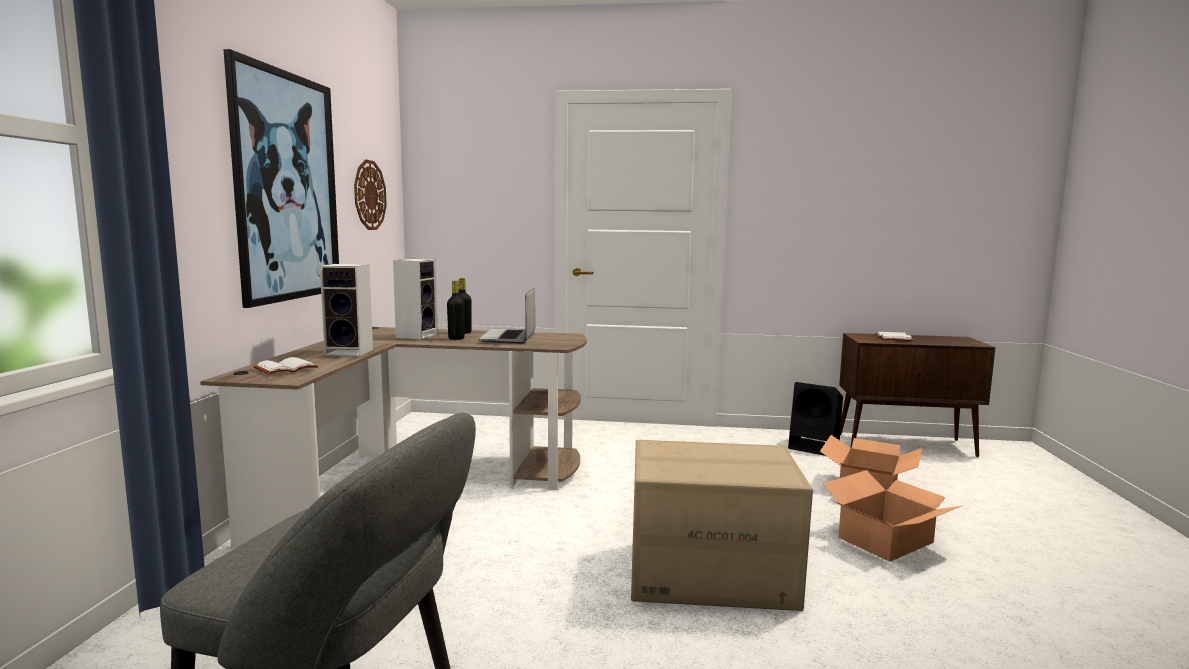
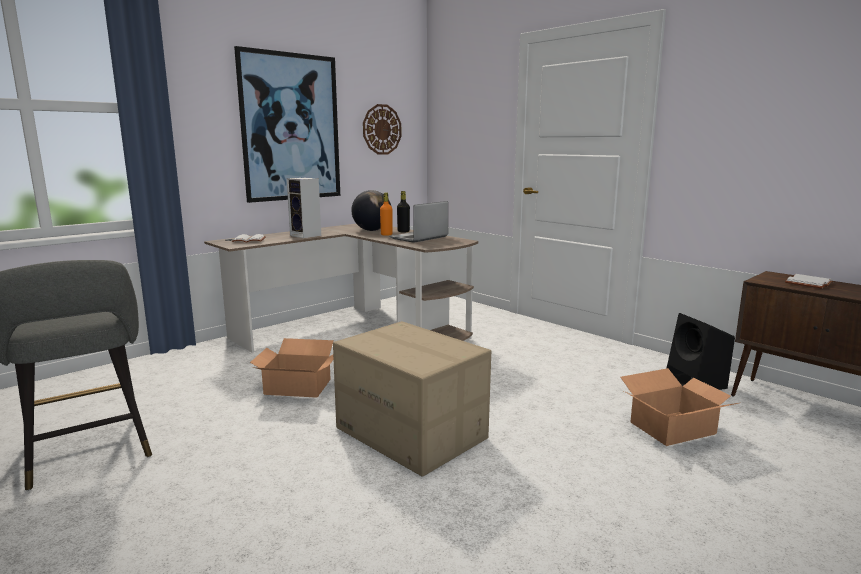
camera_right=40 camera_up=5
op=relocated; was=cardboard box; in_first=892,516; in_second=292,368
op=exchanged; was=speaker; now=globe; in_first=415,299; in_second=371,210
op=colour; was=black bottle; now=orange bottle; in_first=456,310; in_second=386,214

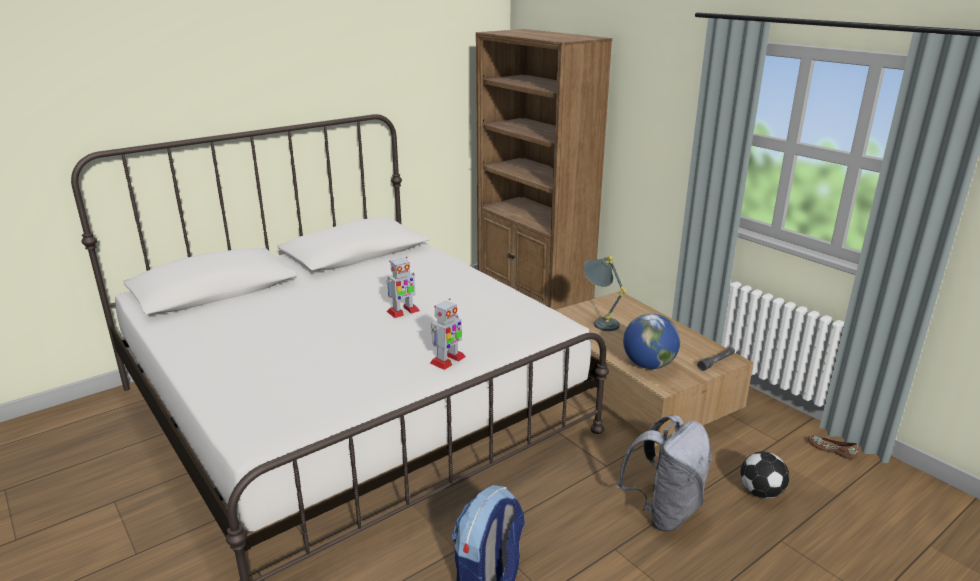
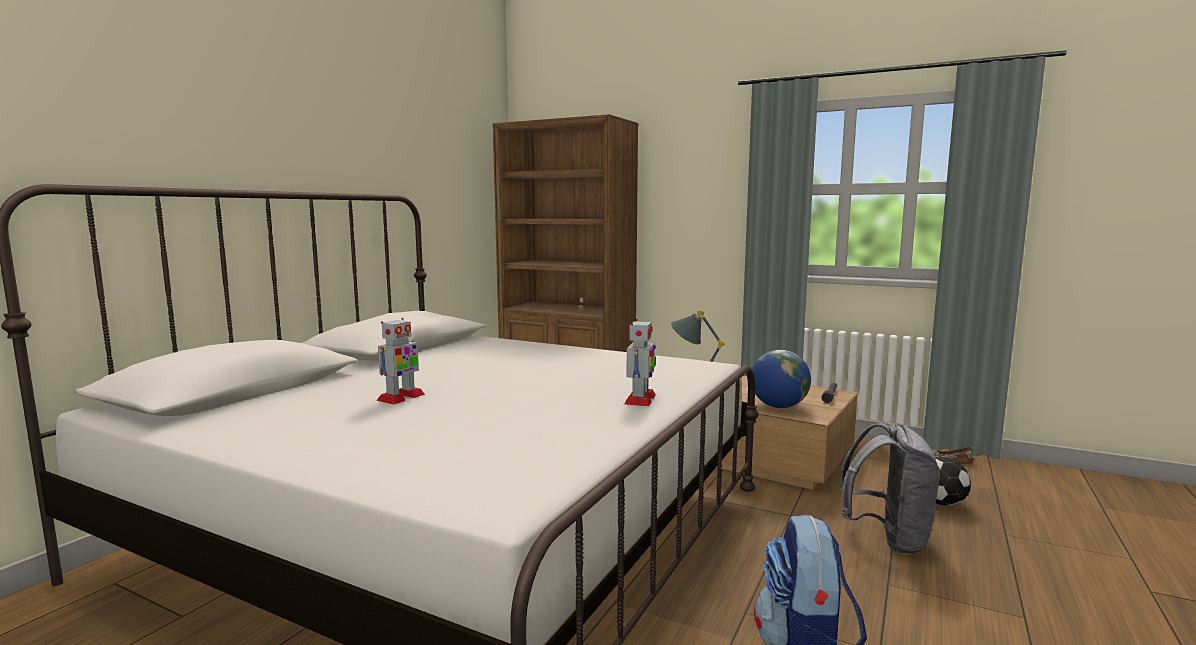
camera_right=-25 camera_up=-15
op=relocated; was=toy robot; in_first=403,287; in_second=400,361

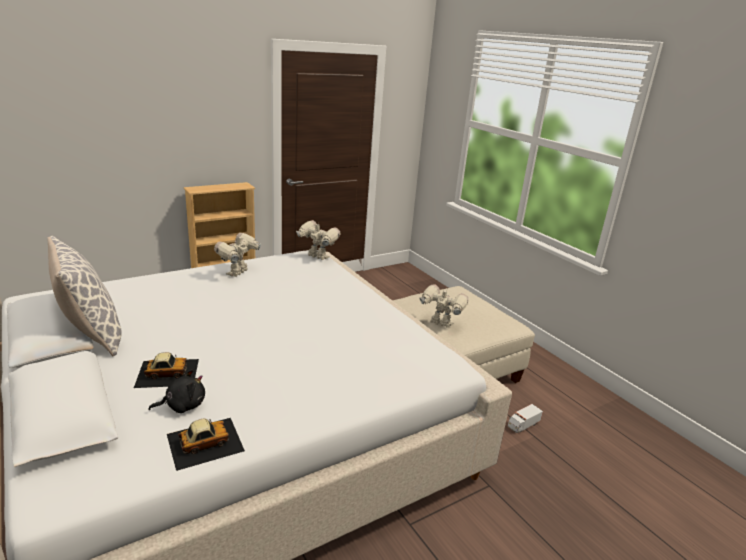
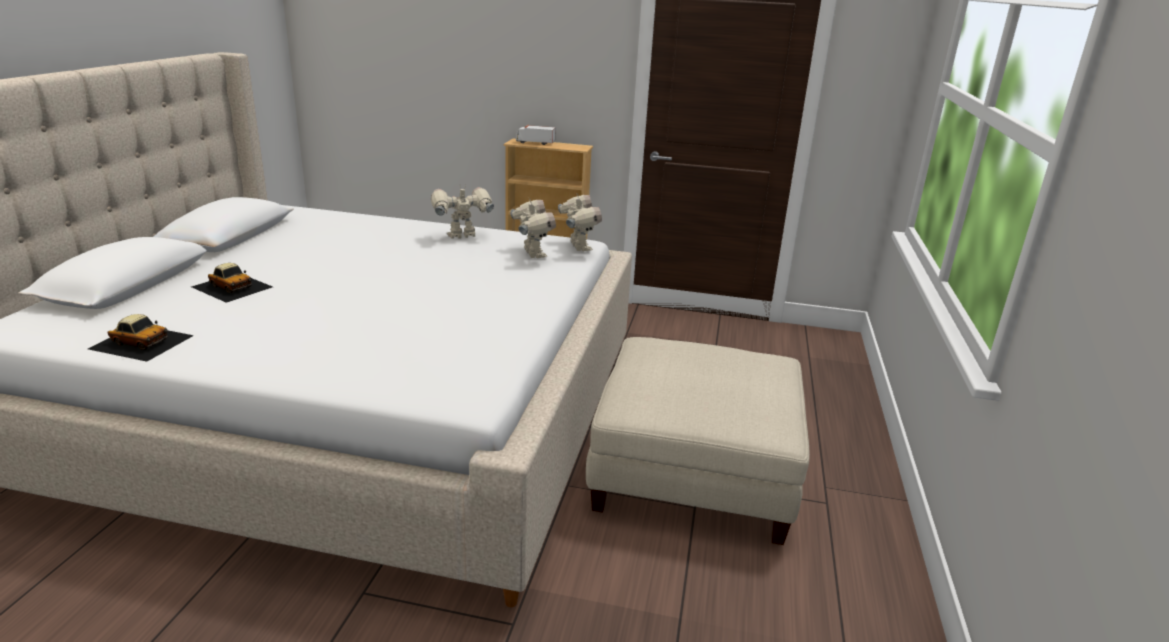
camera_right=45 camera_up=0
op=missing; was=pillow; in_first=84,296
op=missing; was=black plush toy; in_first=176,391
op=relocated; was=toy robot; in_first=443,306; in_second=533,228
op=relocated; was=toy truck; in_first=525,418; in_second=536,135

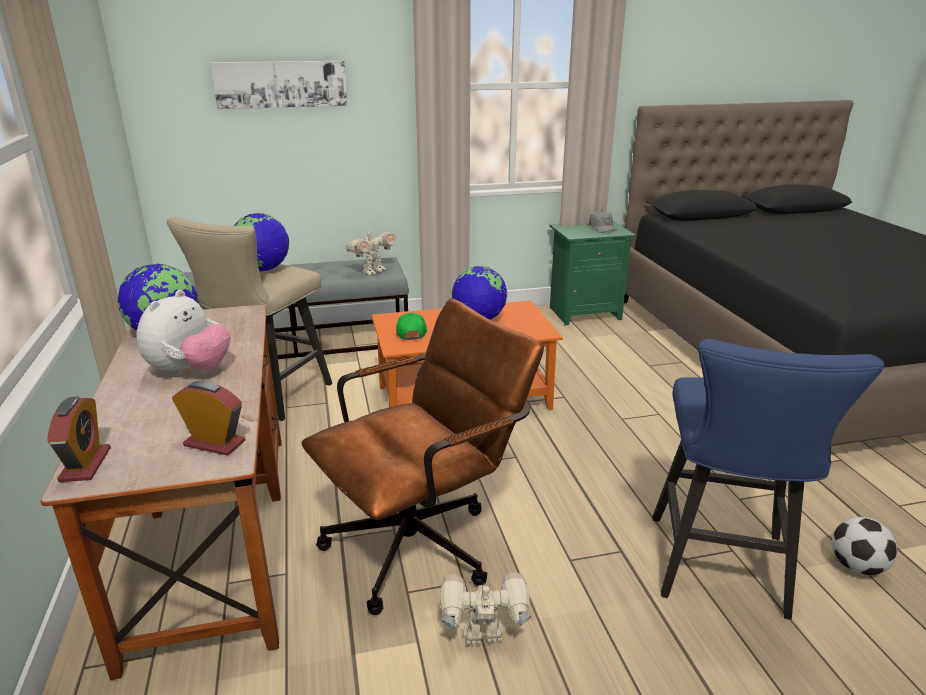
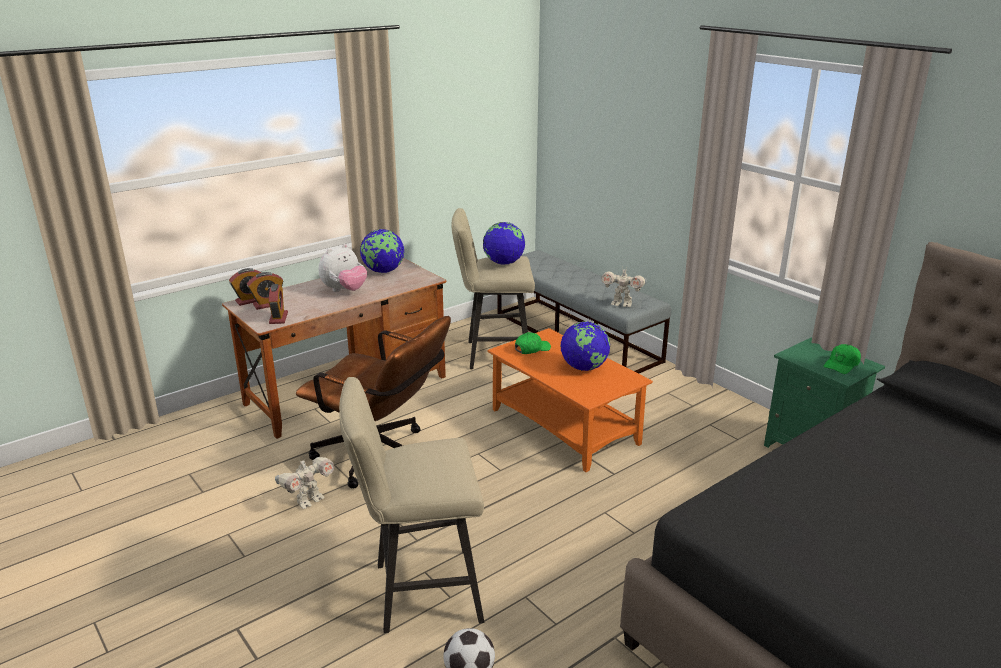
camera_right=65 camera_up=0
op=missing; was=picture; in_first=279,85
op=appeared; now=alarm clock; in_second=265,291
op=colour; was=grey cap; now=green cap; in_first=603,221; in_second=842,359
op=colour; was=blue stool; now=beige stool; in_first=768,479; in_second=411,505
op=spun; was=plush toy; in_first=183,333; in_second=343,268; clockwise=-45
op=spun; was=toy robot; in_first=486,609; in_second=304,482; clockwise=75

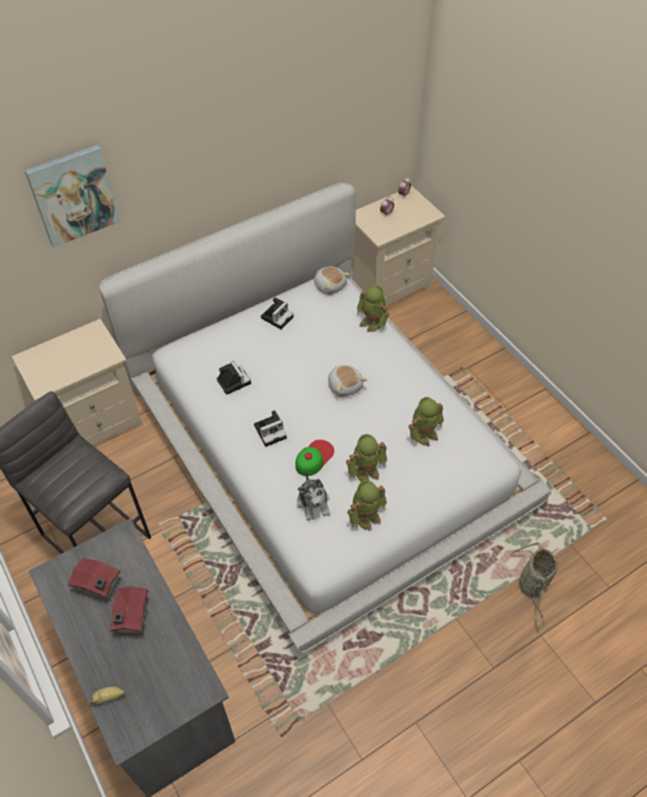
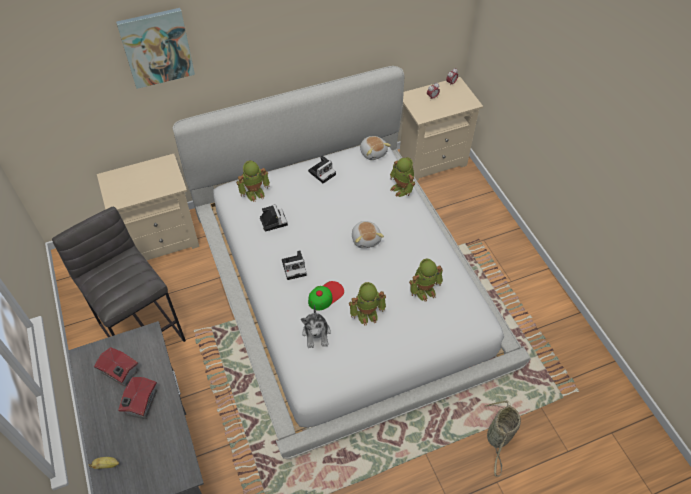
camera_right=10 camera_up=0
op=relocated; was=toy robot; in_first=367,506; in_second=253,181

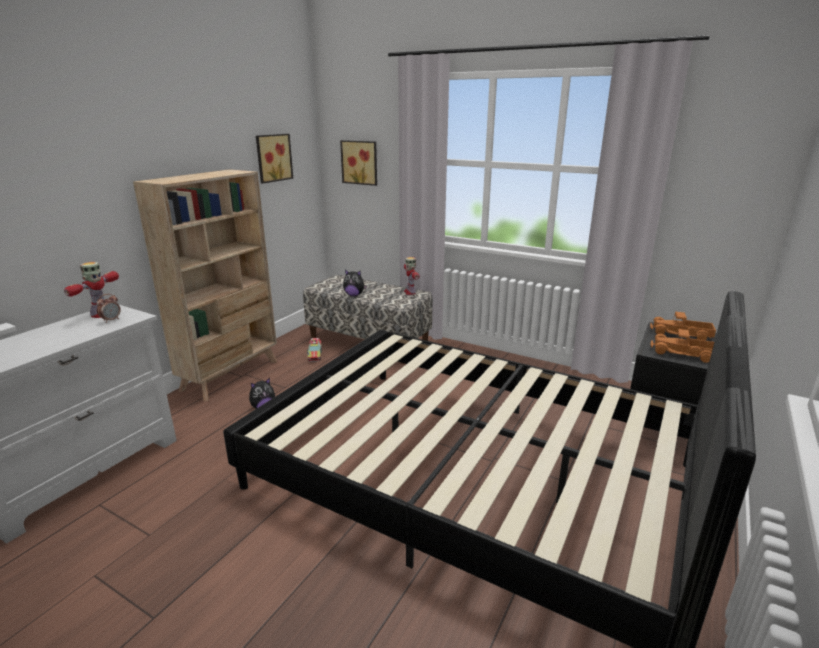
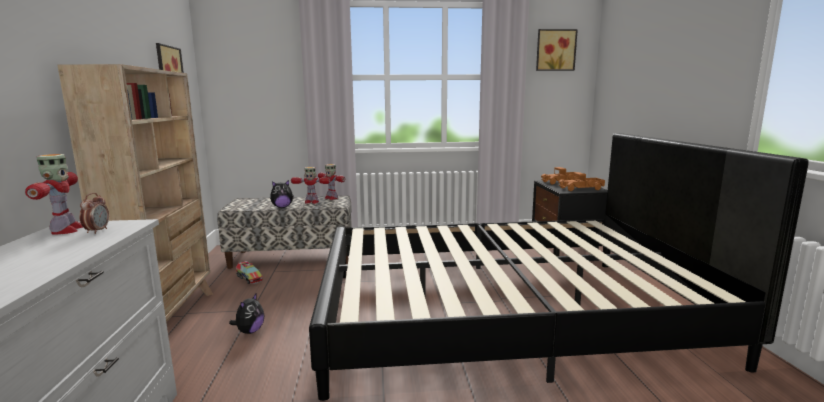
camera_right=-35 camera_up=-10
op=appeared; now=toy robot; in_second=310,185
op=relocated; was=picture; in_first=358,163; in_second=557,50

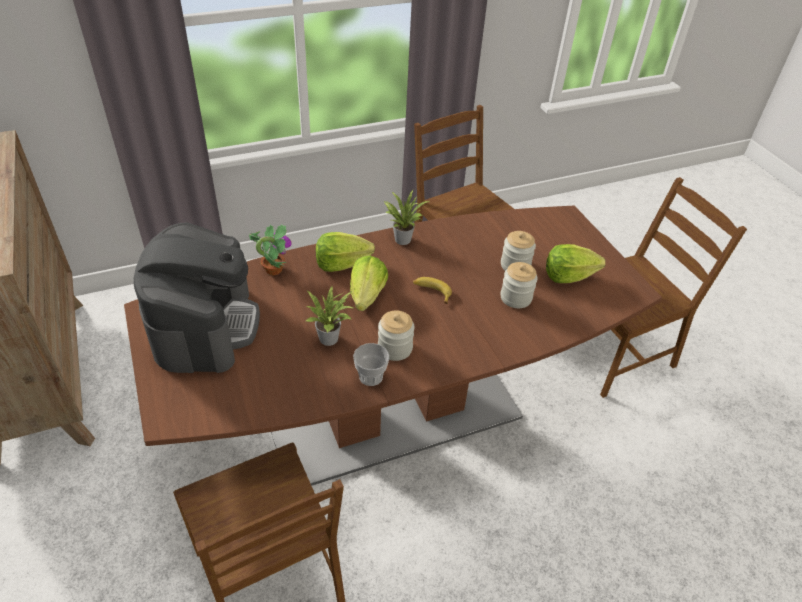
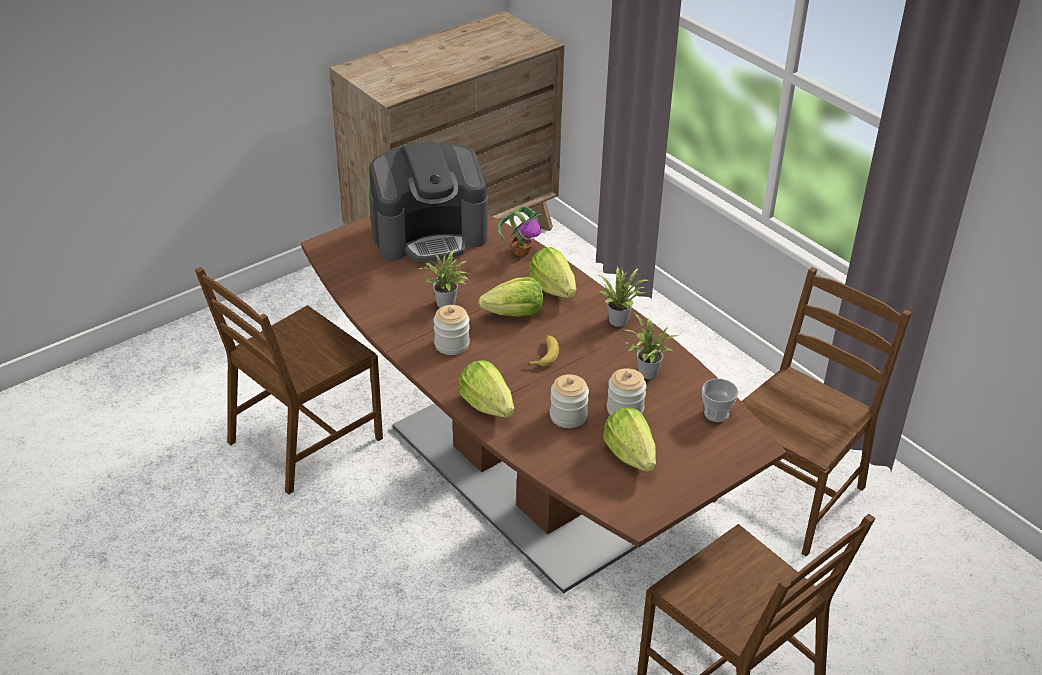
camera_right=75 camera_up=-5
op=appeared; now=lettuce; in_second=486,388
op=appeared; now=potted plant; in_second=651,346
op=relocated; was=cup; in_first=371,364; in_second=720,400

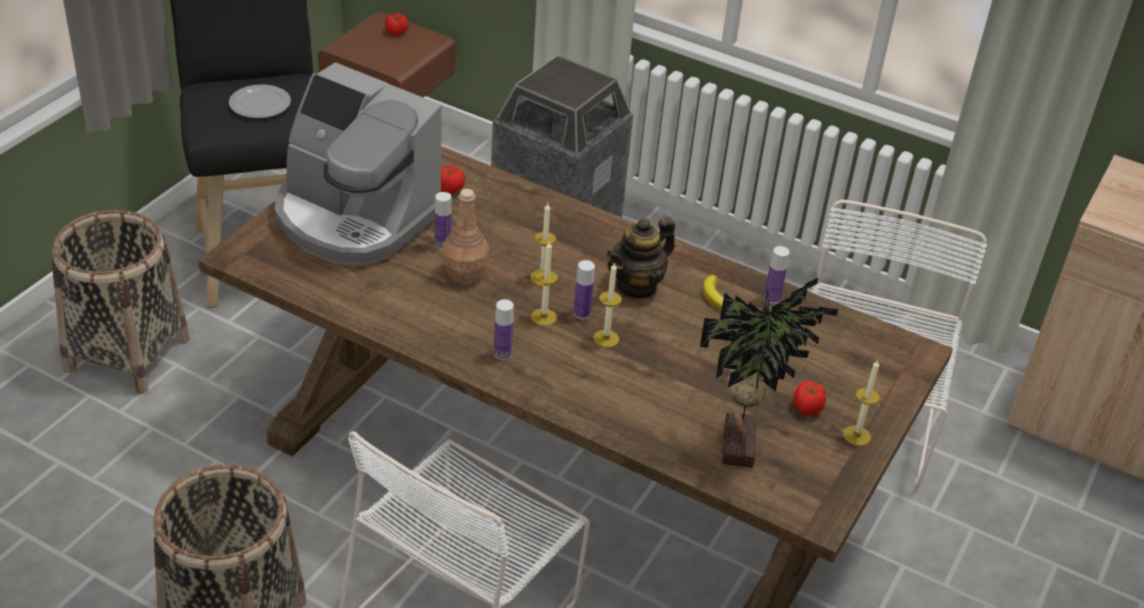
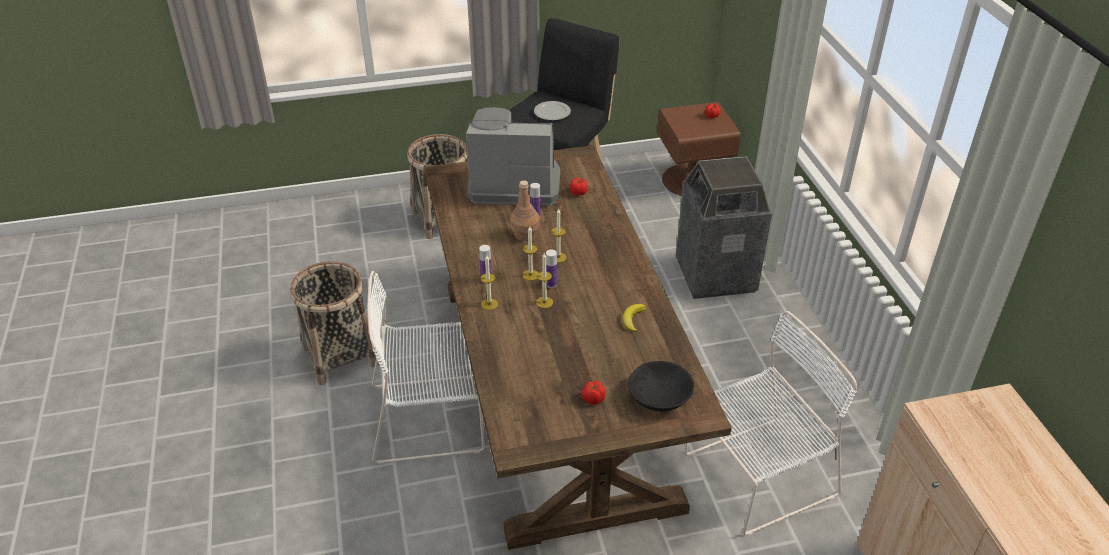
camera_right=50 camera_up=0
op=missing; was=teapot; in_first=640,259
op=missing; was=potted plant; in_first=769,372
op=missing; was=bottle; in_first=777,275
op=appeared; now=black bowl; in_second=661,386
op=relocated; was=candle; in_first=861,403; in_second=489,282
op=spun; was=coffee machine; in_first=358,164; in_second=513,156; clockwise=105

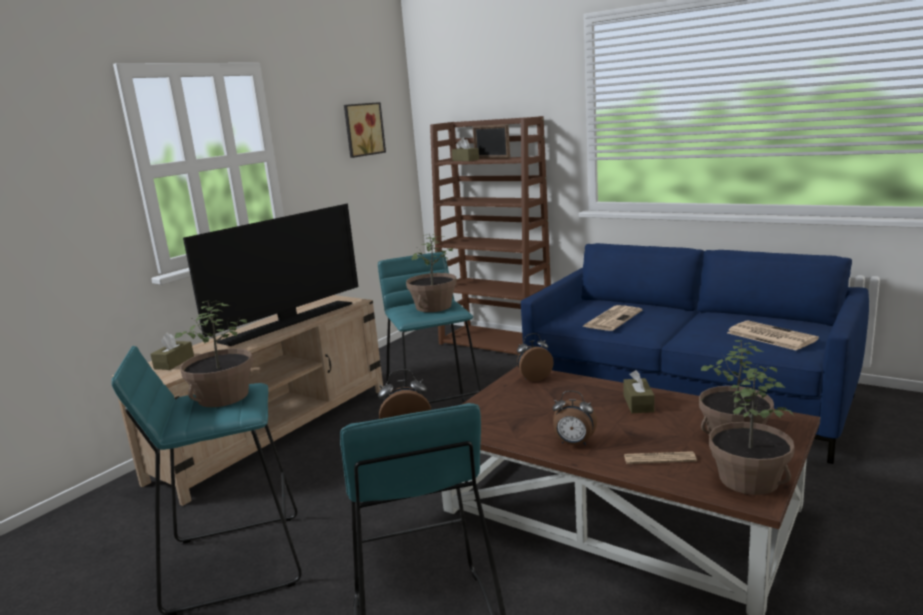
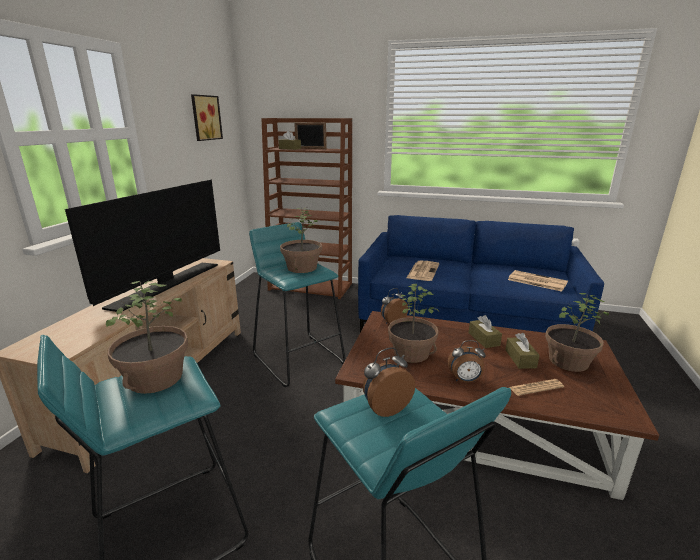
camera_right=-20 camera_up=5
op=relocated; was=brown tissue box; in_first=172,351; in_second=522,351
op=relocated; was=potted plant; in_first=751,431; in_second=413,323

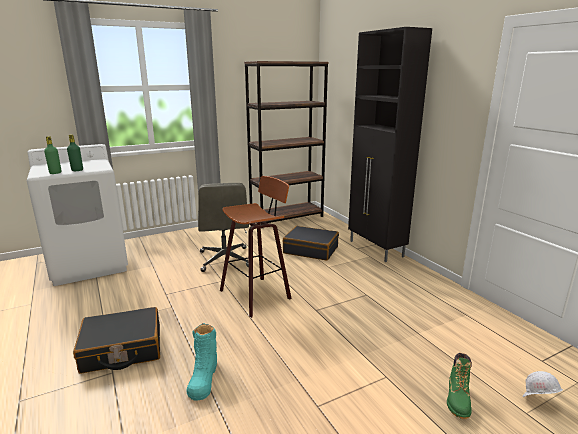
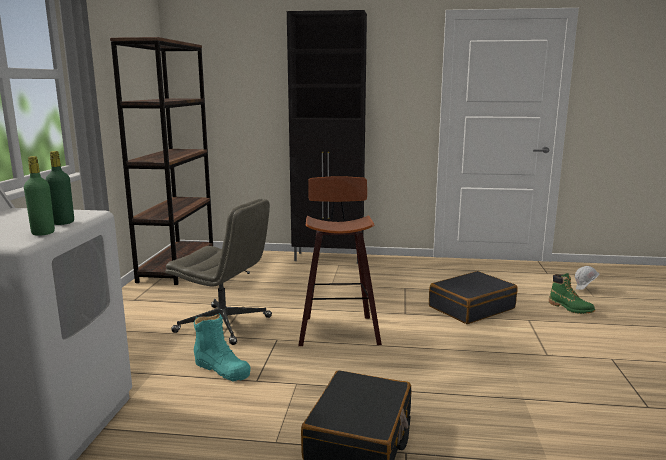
camera_right=-55 camera_up=-5
op=relocated; was=turquoise boot; in_first=202,362; in_second=222,347
op=relocated; was=black suitcase; in_first=311,243; in_second=473,297

